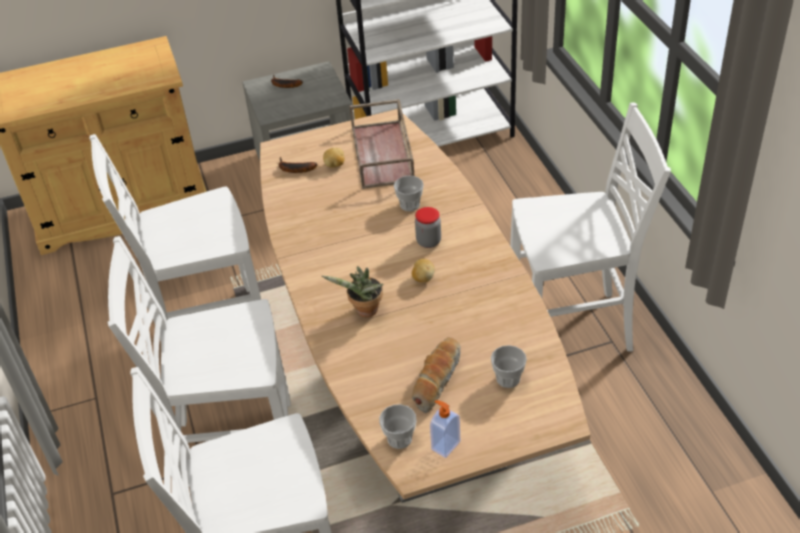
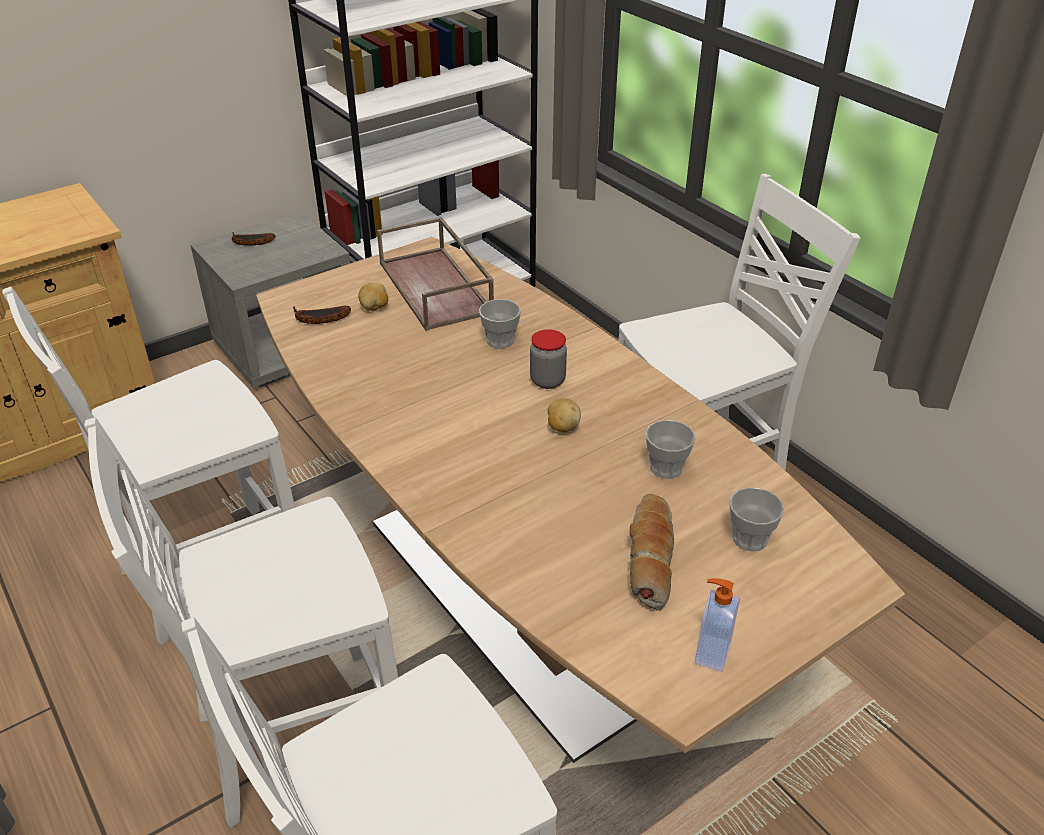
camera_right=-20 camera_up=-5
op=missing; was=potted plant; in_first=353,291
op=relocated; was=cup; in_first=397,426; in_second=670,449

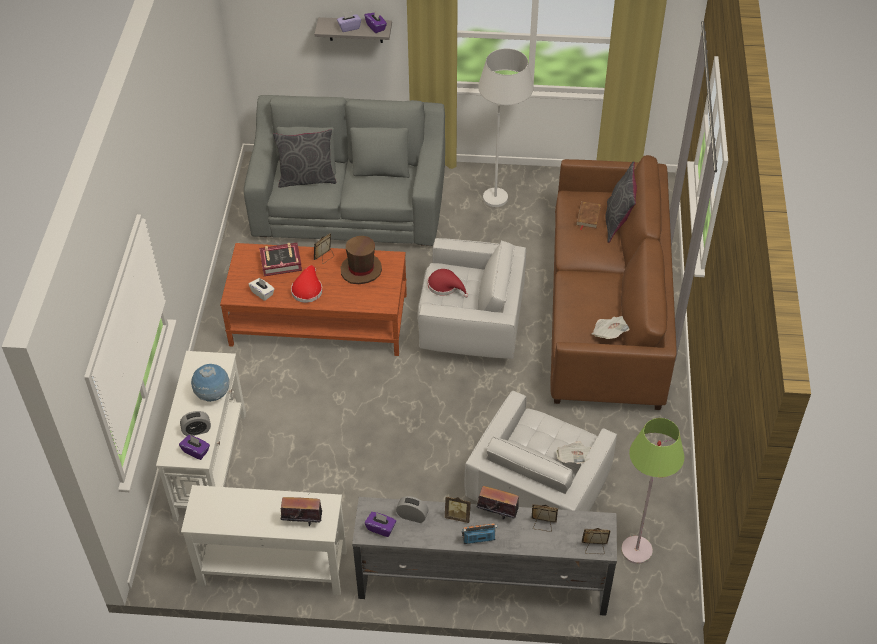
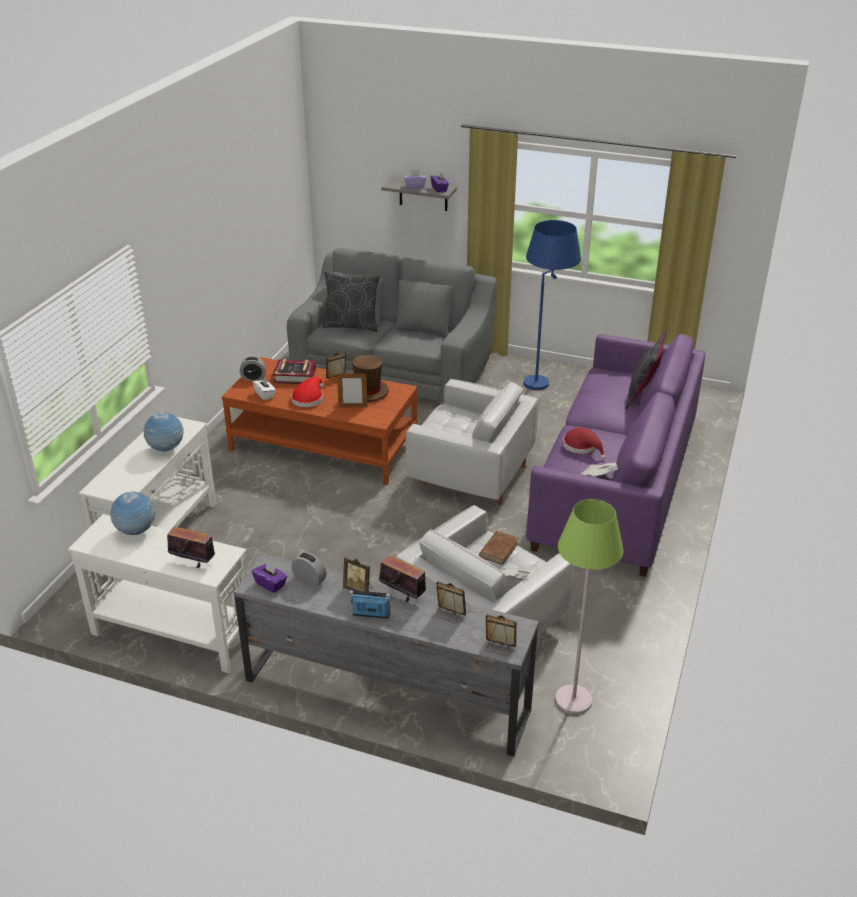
camera_right=15 camera_up=-15
op=missing; was=purple tissue box; in_first=194,447
op=appeared; now=globe; in_second=132,513
op=appeared; now=picture frame; in_second=352,390
op=relocated; was=alarm clock; in_first=195,423; in_second=253,369
op=relocated; was=red hat; in_first=448,283; in_second=584,443
op=relocated; was=brown book; in_first=588,215; in_second=499,548
op=colour; was=white floor lamp; now=blue floor lamp; in_first=505,127; in_second=552,305
op=colour; was=brown sofa; now=purple sofa; in_first=613,282; in_second=615,455

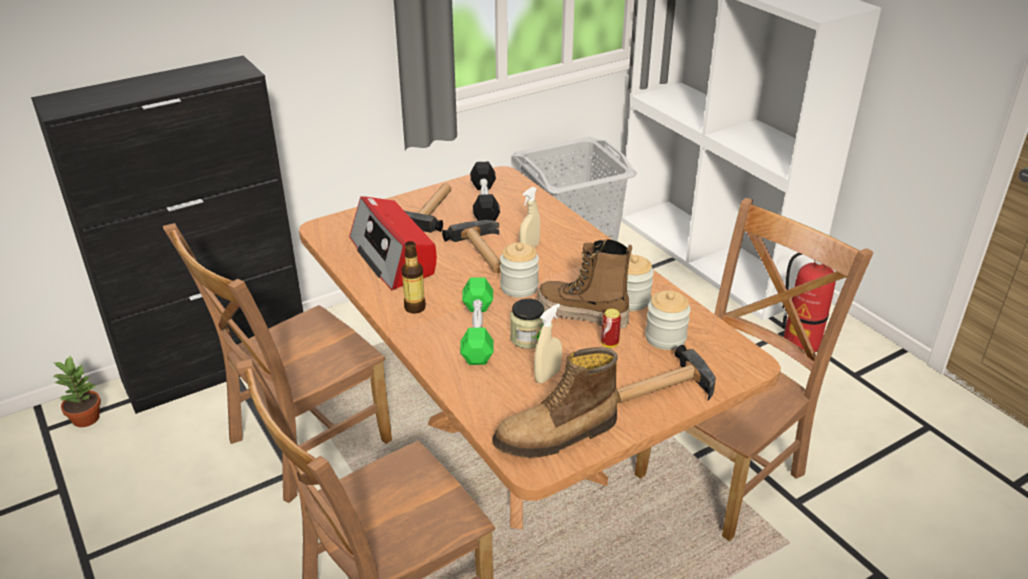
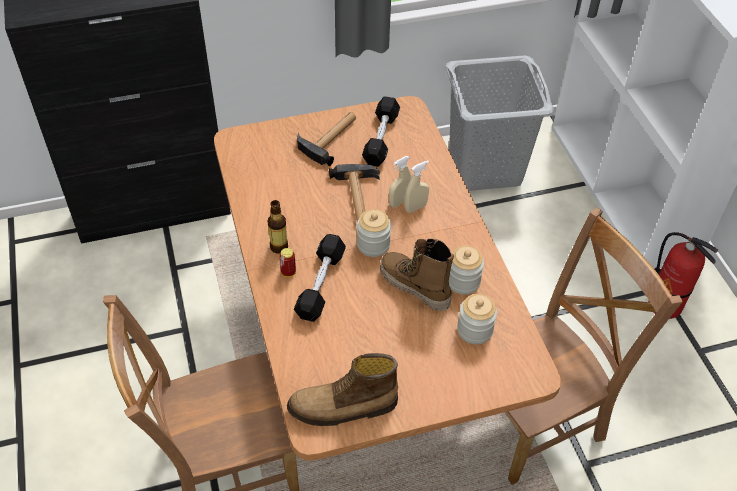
camera_right=15 camera_up=15
op=missing; was=potted plant; in_first=77,391
op=missing; was=brown chair; in_first=277,363
op=missing; was=radio; in_first=393,243
op=missing; was=jar; in_first=527,324
op=missing; was=hammer; in_first=666,374
op=relocated; was=beige spray bottle; in_first=548,343; in_second=417,186
op=relocated; was=can; in_first=611,328; in_second=287,262
op=colour; was=green dumbbell; now=black dumbbell; in_first=477,321; in_second=320,278

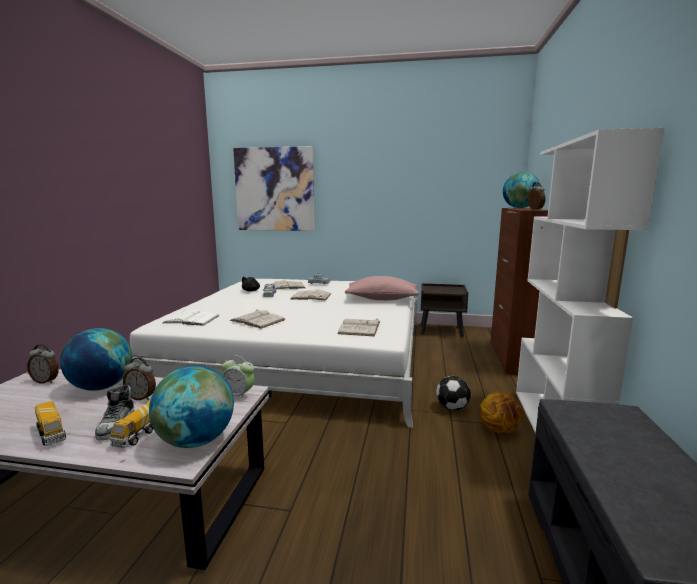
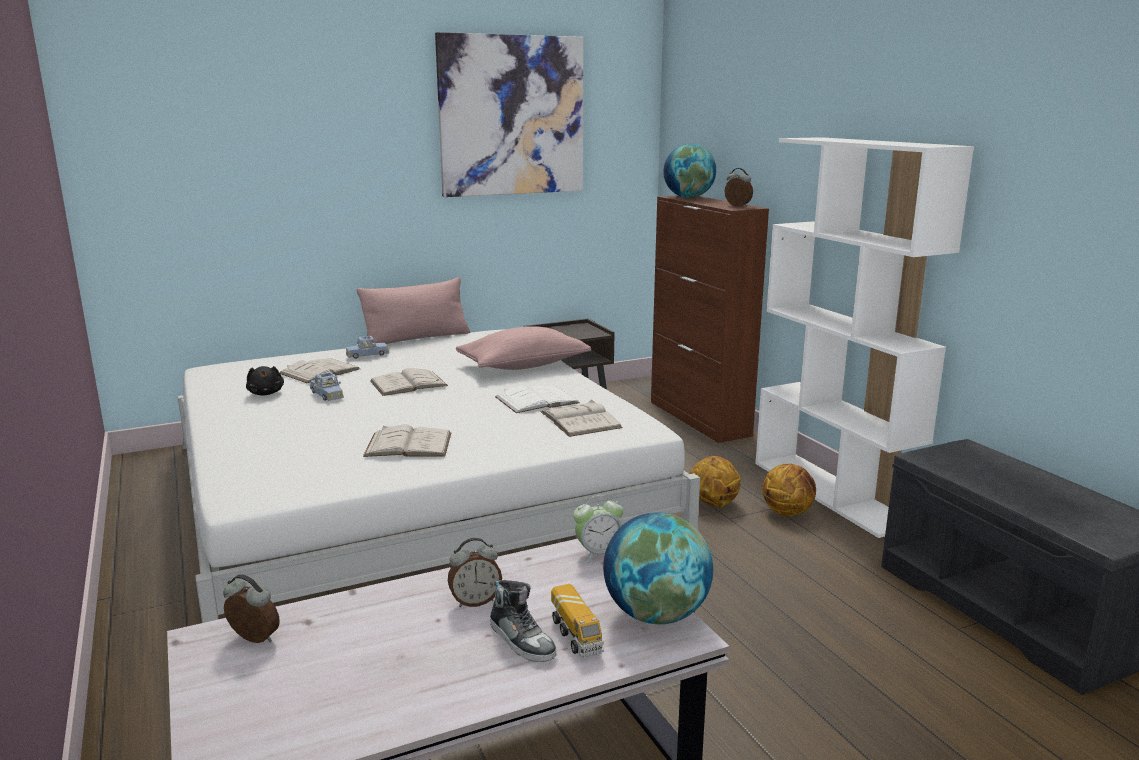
camera_right=-35 camera_up=5
op=missing; was=toy truck; in_first=50,423
op=missing; was=globe; in_first=96,359
op=appeared; now=pink pillow; in_second=413,310
op=relocated; was=white book; in_first=191,318; in_second=537,399
op=relocated; was=picture; in_first=274,188; in_second=509,114
op=exchanged; was=football; now=basketball; in_first=453,393; in_second=715,481
op=spun; was=alarm clock; in_first=43,364; in_second=251,608; clockwise=-135

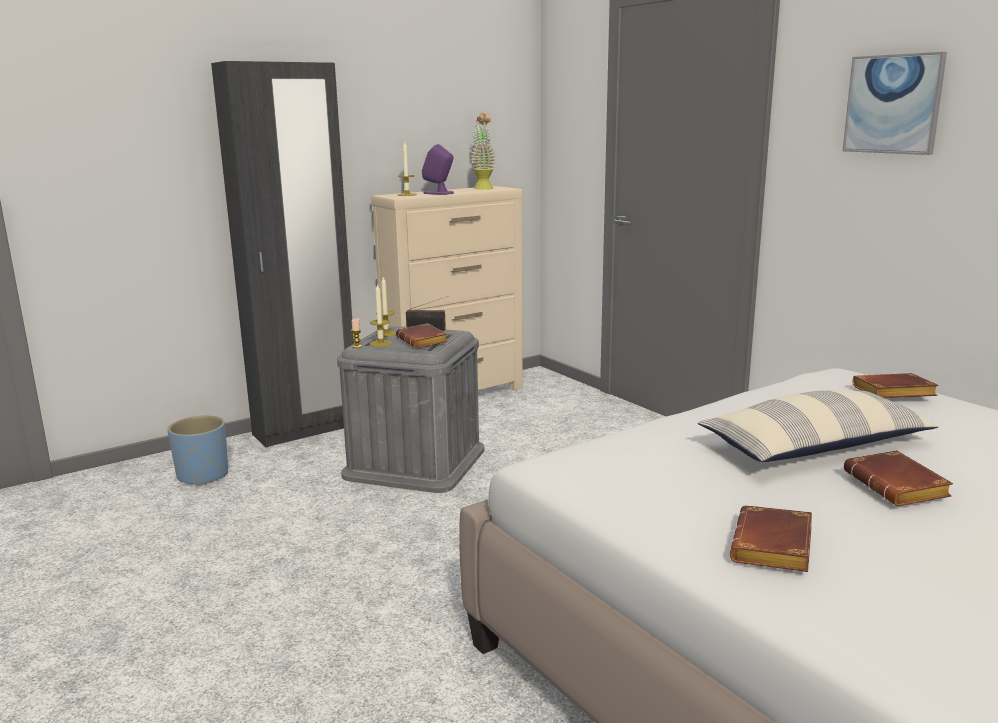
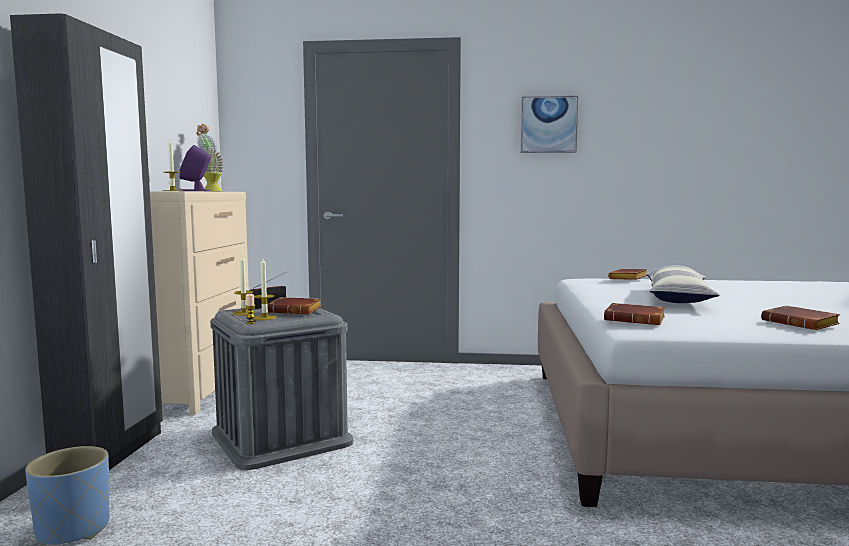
camera_right=-50 camera_up=-10
op=relocated; was=brown book; in_first=898,478; in_second=634,314

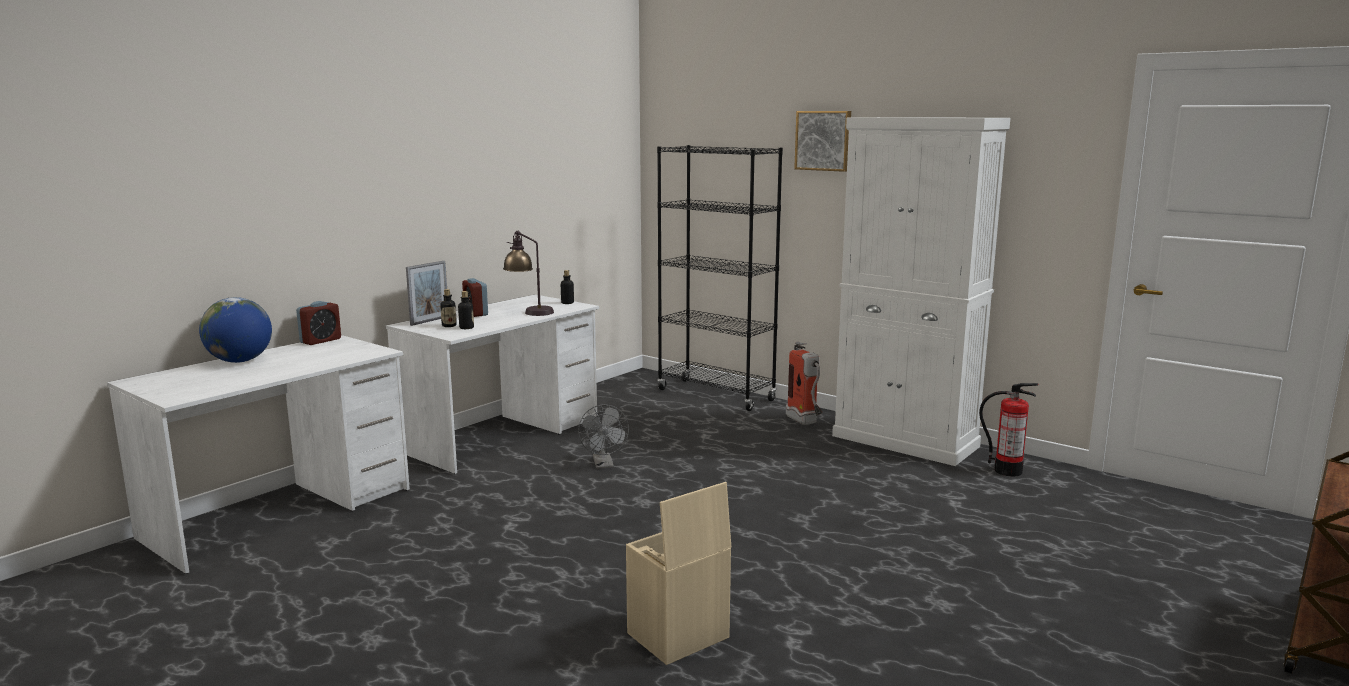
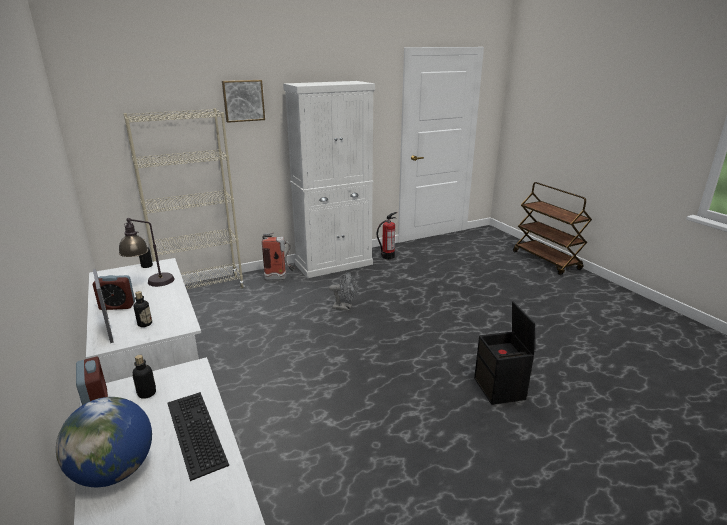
camera_right=-65 camera_up=10
op=appeared; now=keyboard; in_second=198,436
op=relocated; was=bottle; in_first=466,310; in_second=144,377
op=relocated; was=grey fan; in_first=603,436; in_second=343,291
op=colour; was=beige storage box; now=black storage box; in_first=678,573; in_second=504,353
op=colour; was=black bookcase; now=beige bookcase; in_first=720,278; in_second=183,198

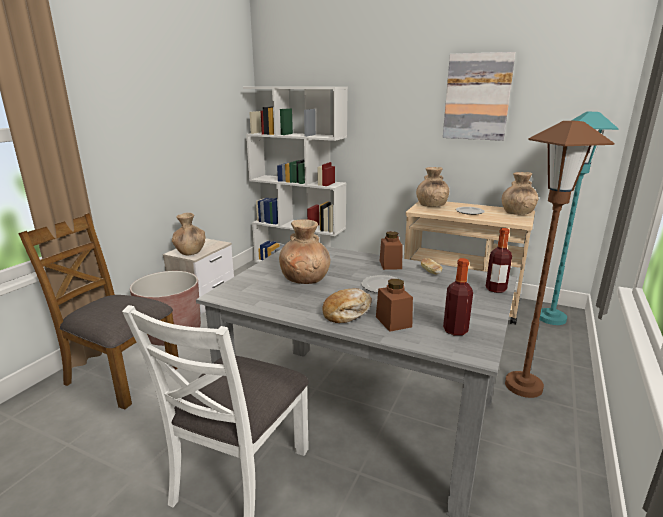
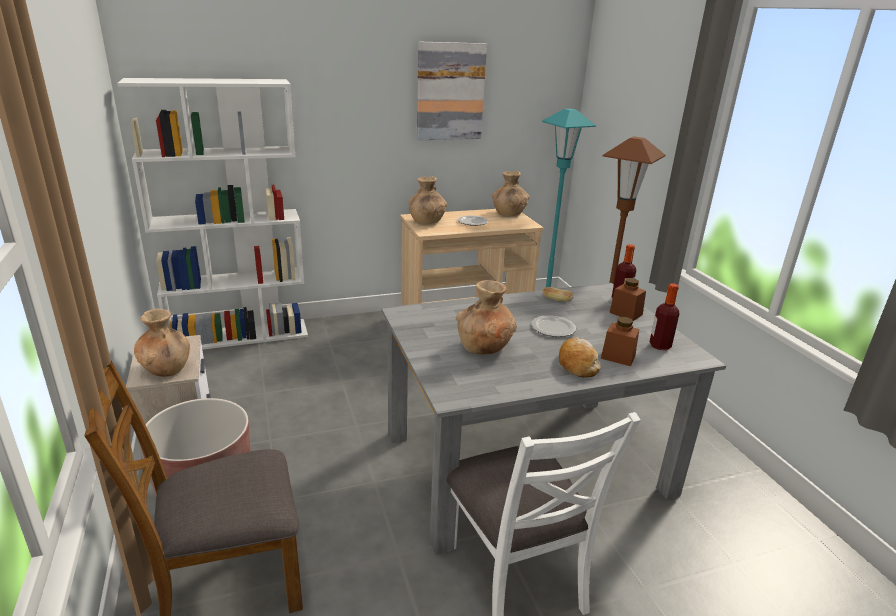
camera_right=-45 camera_up=5
op=relocated; was=brown jar; in_first=391,250; in_second=627,299

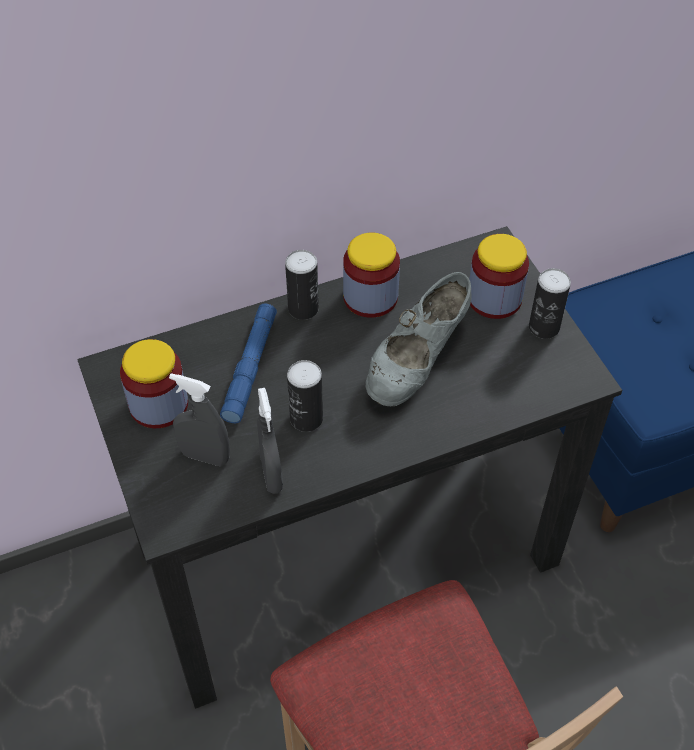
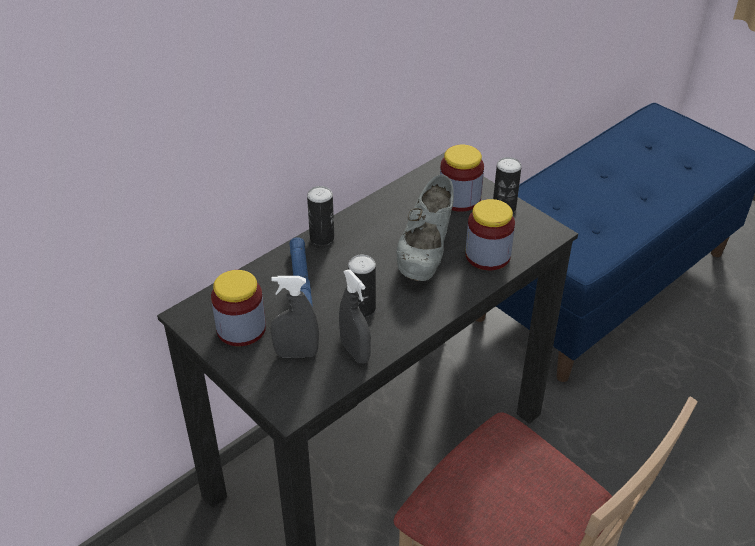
camera_right=-20 camera_up=-10
op=relocated; was=jar; in_first=371,275; in_second=490,234

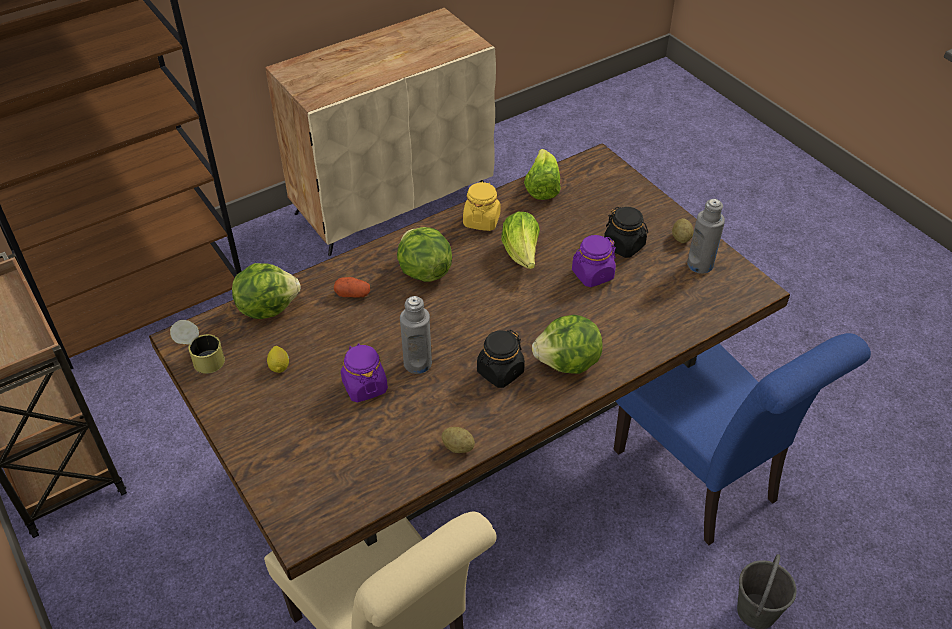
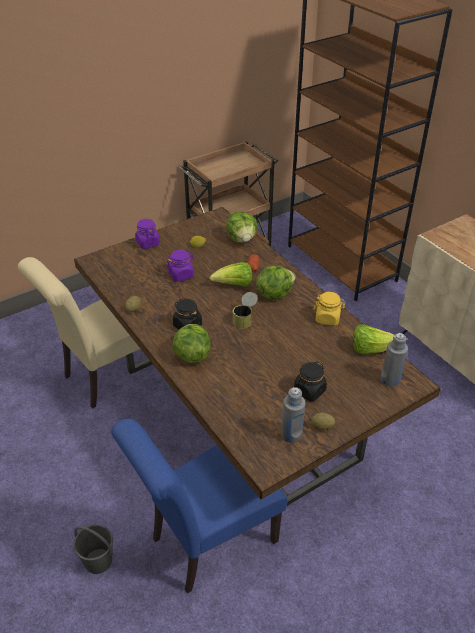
camera_right=90 camera_up=-5
op=relocated; was=can; in_first=197,347; in_second=245,310
op=relocated; was=grey bottle; in_first=416,335; in_second=394,359
op=relocated; was=lettuce; in_first=520,240; in_second=230,274
op=relocated; was=purple jar; in_first=594,261; in_second=147,234

